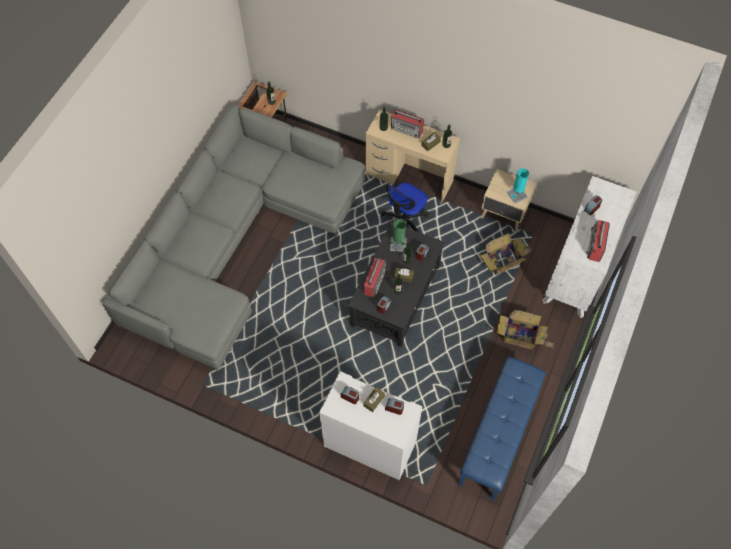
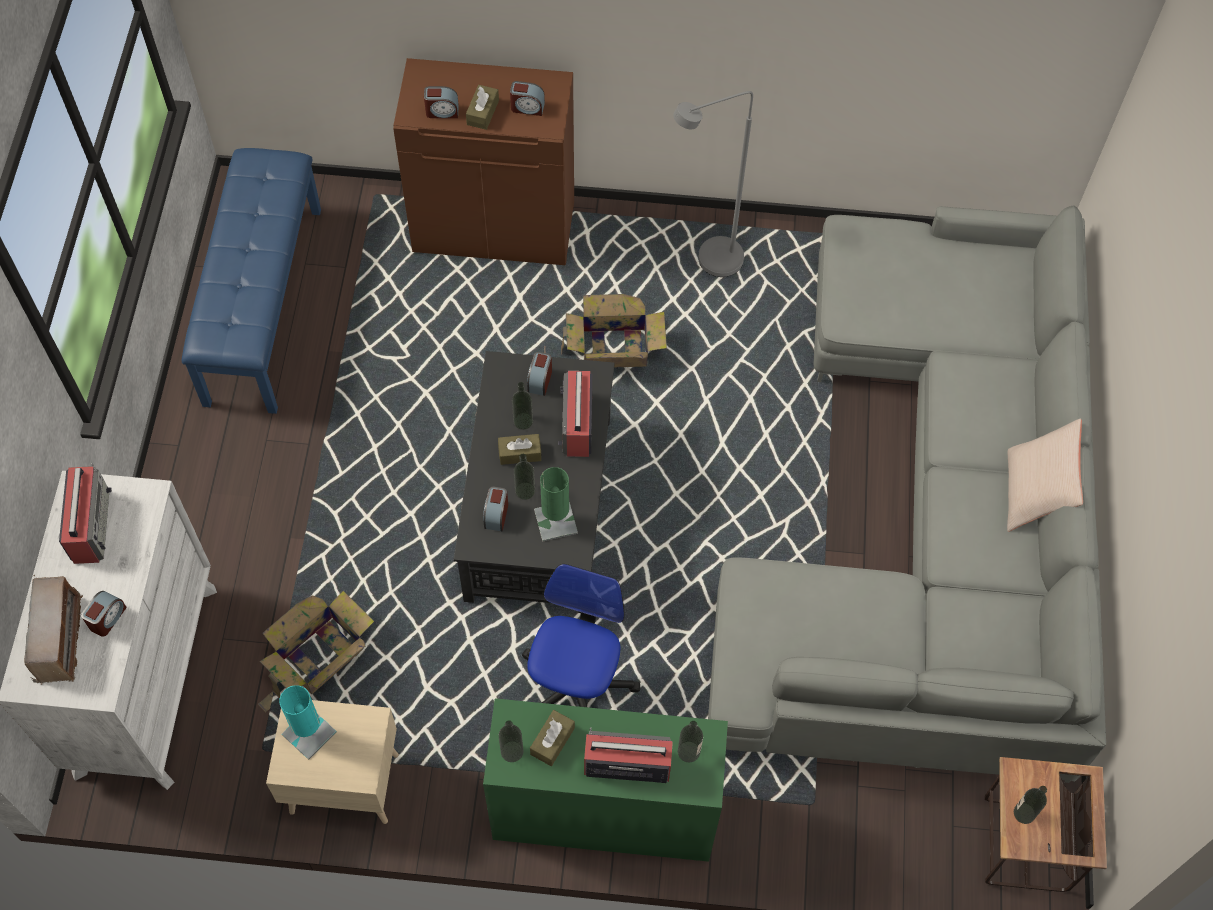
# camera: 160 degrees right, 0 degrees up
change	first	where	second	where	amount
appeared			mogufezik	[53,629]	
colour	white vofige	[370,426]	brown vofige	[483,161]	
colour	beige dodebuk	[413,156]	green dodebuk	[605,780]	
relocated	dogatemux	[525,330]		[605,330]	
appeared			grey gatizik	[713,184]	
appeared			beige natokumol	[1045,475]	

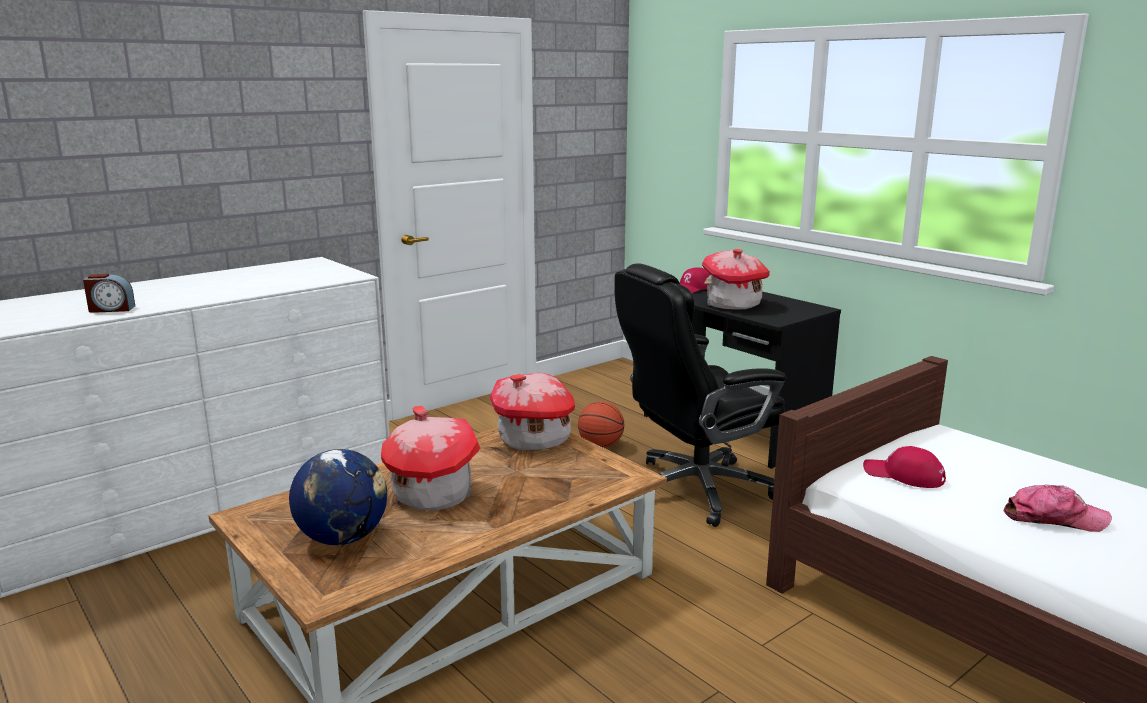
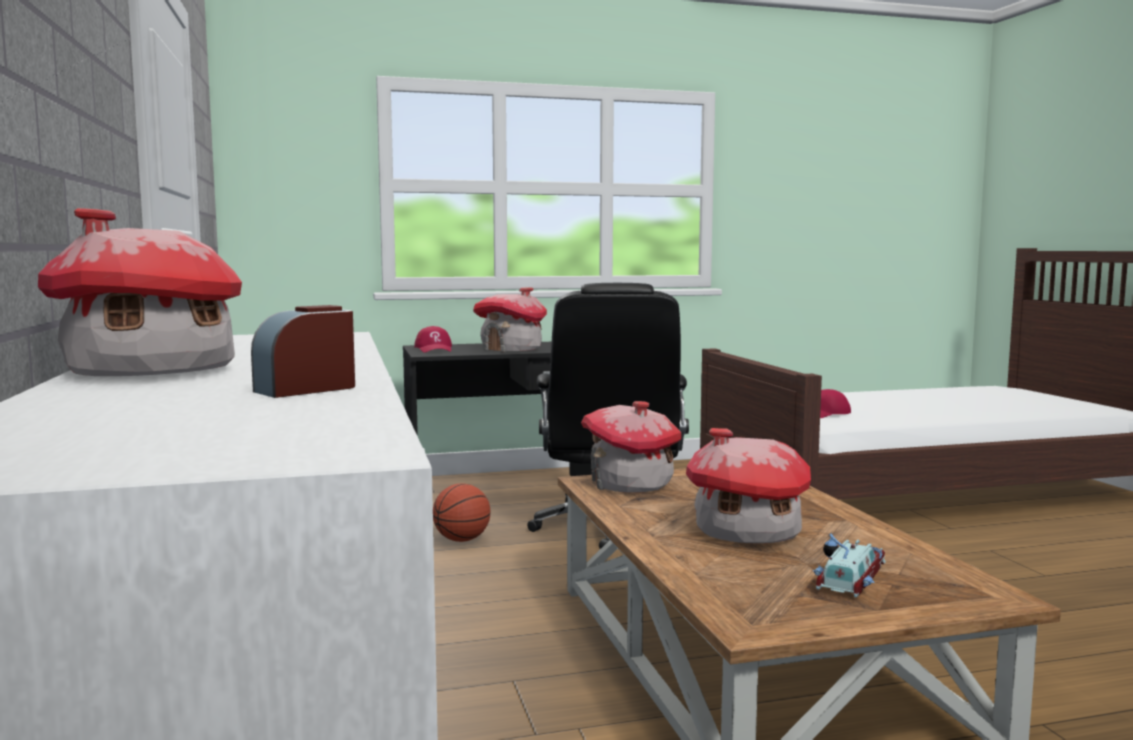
# camera: 65 degrees left, 10 degrees down
change	first	where	second	where	amount
appeared			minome	[140,292]	
spun	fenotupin	[109,293]		[303,351]	150 degrees counterclockwise
exchanged	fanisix	[338,497]	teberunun	[849,565]	
missing	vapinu	[1057,508]			

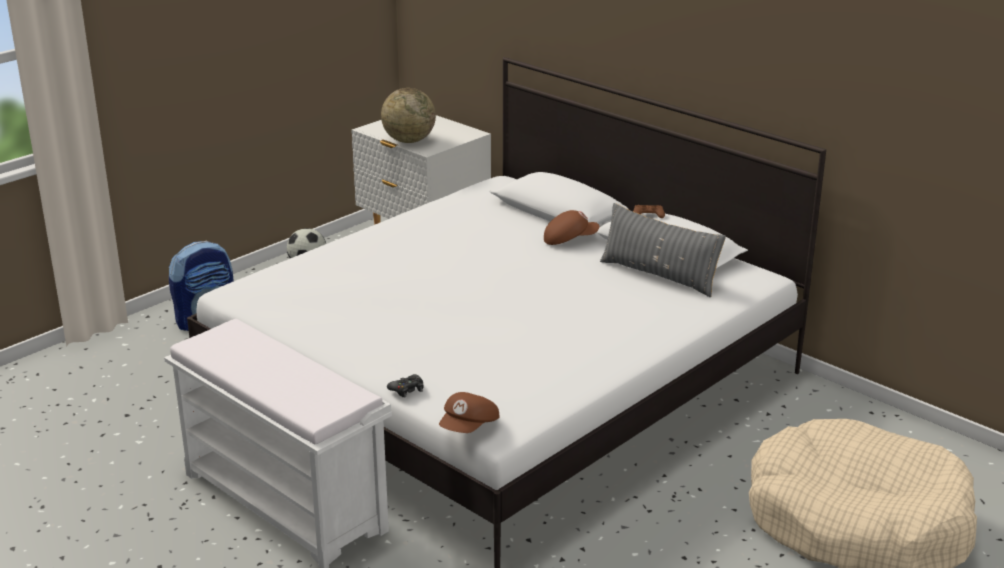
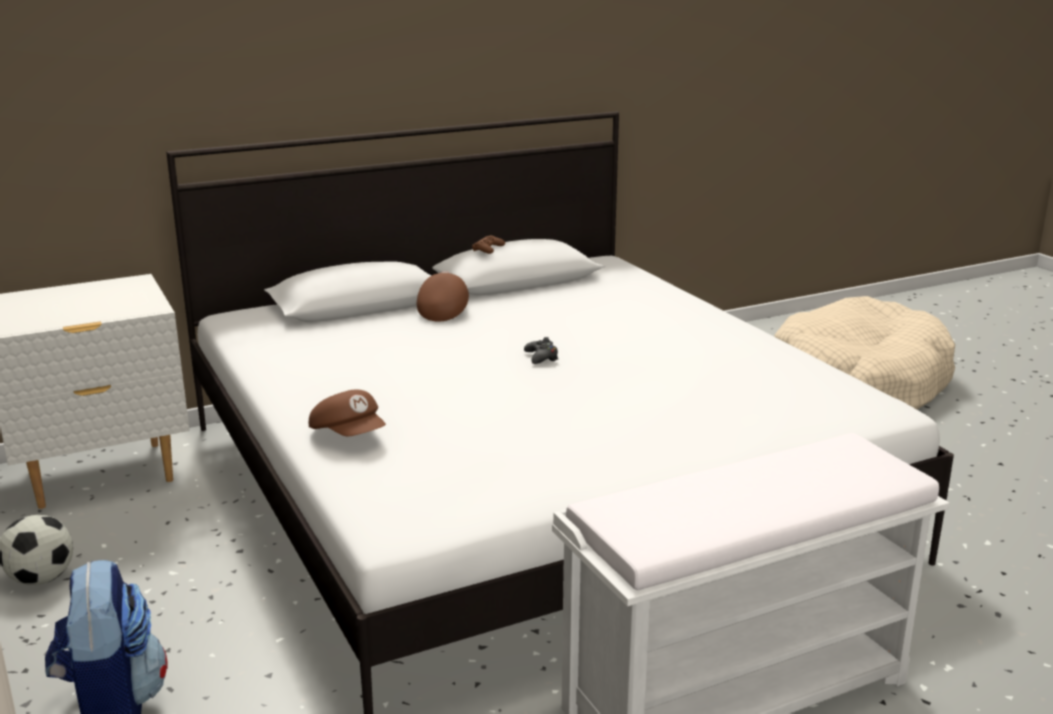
# camera: 70 degrees left, 5 degrees down
change	first	where	second	where	amount
relocated	brown vapinu	[469,412]		[347,412]	
relocated	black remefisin	[405,385]		[541,350]	
missing	fanisix	[408,115]			
missing	grey natokumol	[663,250]			

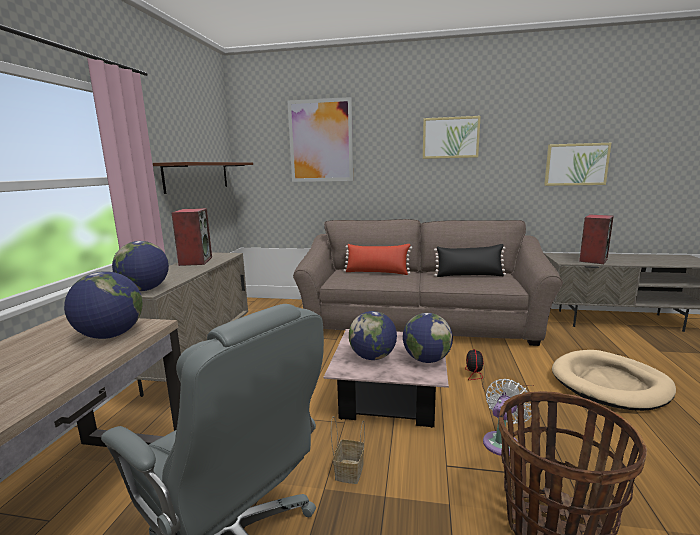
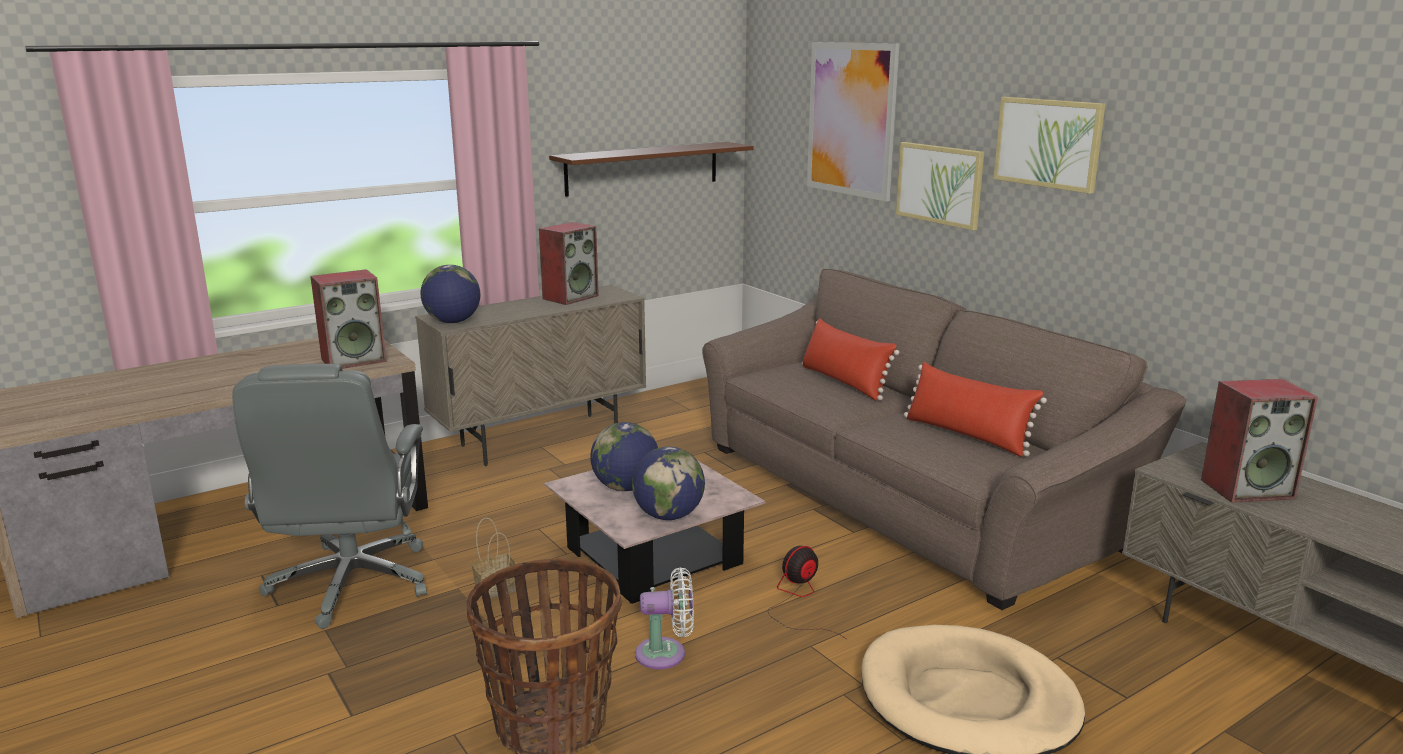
# camera: 45 degrees right, 5 degrees up
change	first	where	second	where	amount
exchanged	fanisix	[103,305]	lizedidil	[348,319]	
relocated	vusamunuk	[577,164]		[940,186]	
colour	black natokumol	[470,260]	red natokumol	[975,409]	

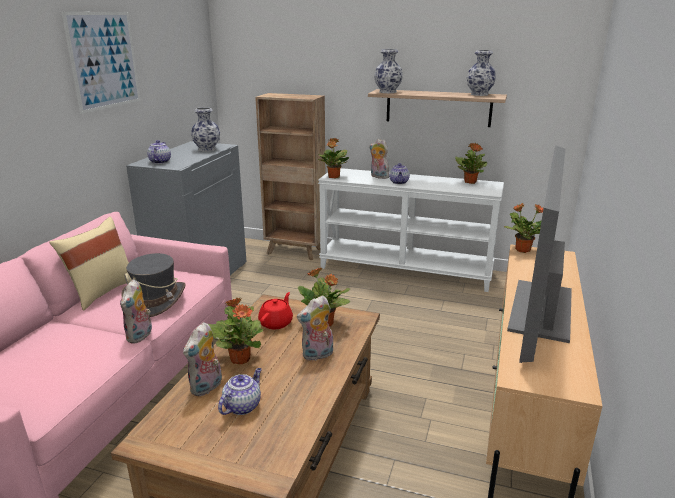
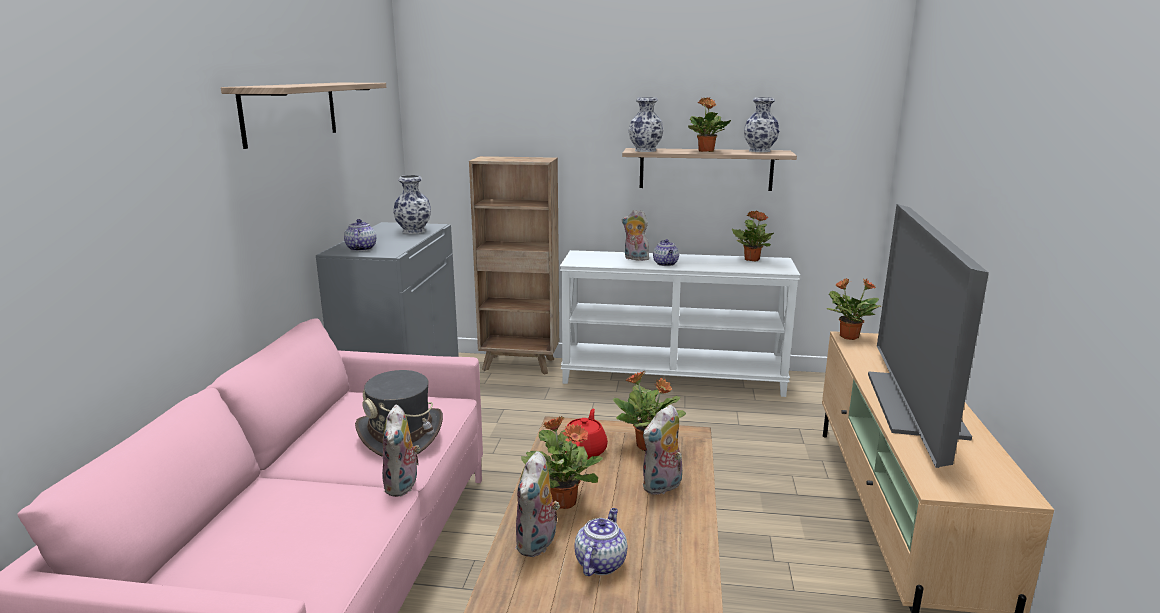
# camera: 10 degrees left, 5 degrees down
change	first	where	second	where	amount
exchanged	vusamunuk	[101,63]	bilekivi	[303,116]	
relocated	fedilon	[333,158]		[709,125]	
missing	beige natokumol	[89,263]			

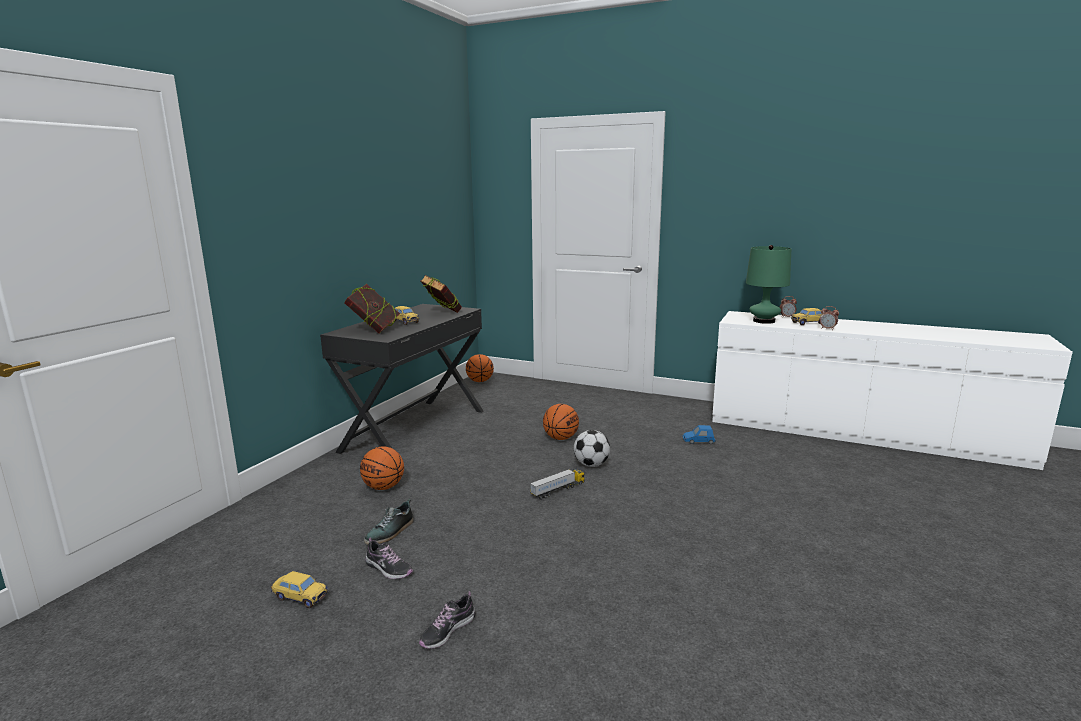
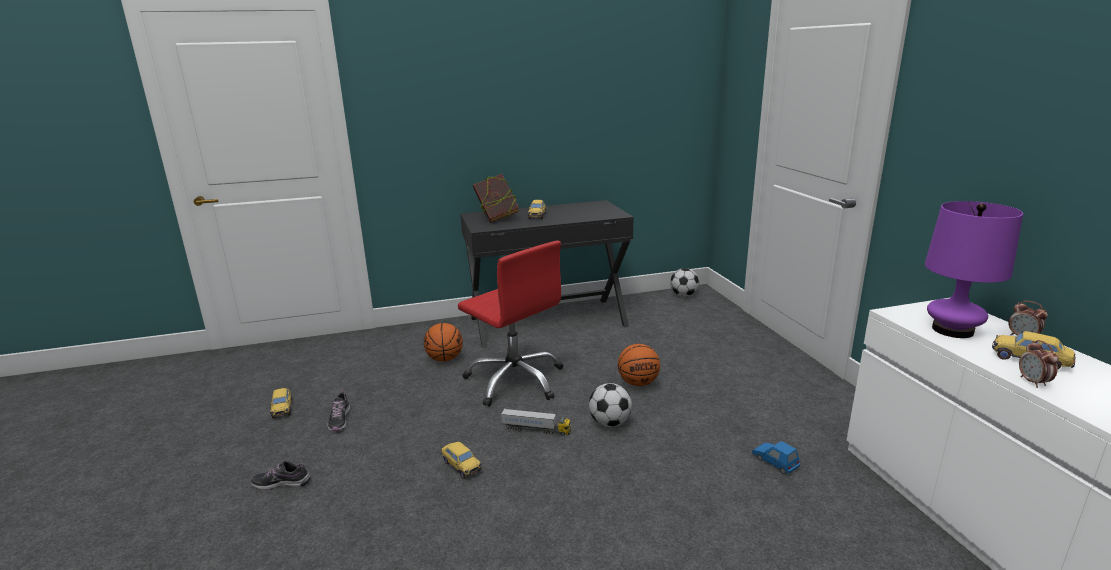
# camera: 50 degrees right, 5 degrees up
change	first	where	second	where	amount
appeared			teberunun	[461,460]	
appeared			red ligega	[510,324]	
exchanged	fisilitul	[480,368]	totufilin	[684,282]	
colour	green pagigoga	[768,284]	purple pagigoga	[974,269]	
missing	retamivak	[388,522]			
missing	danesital	[441,294]			

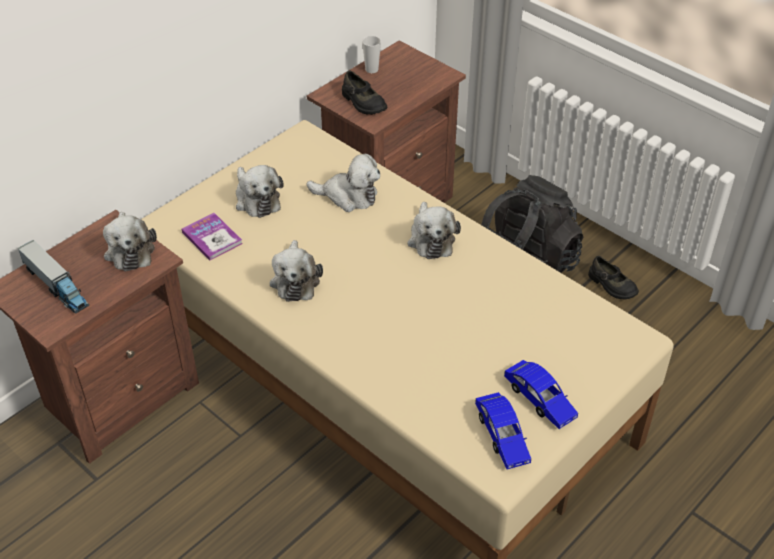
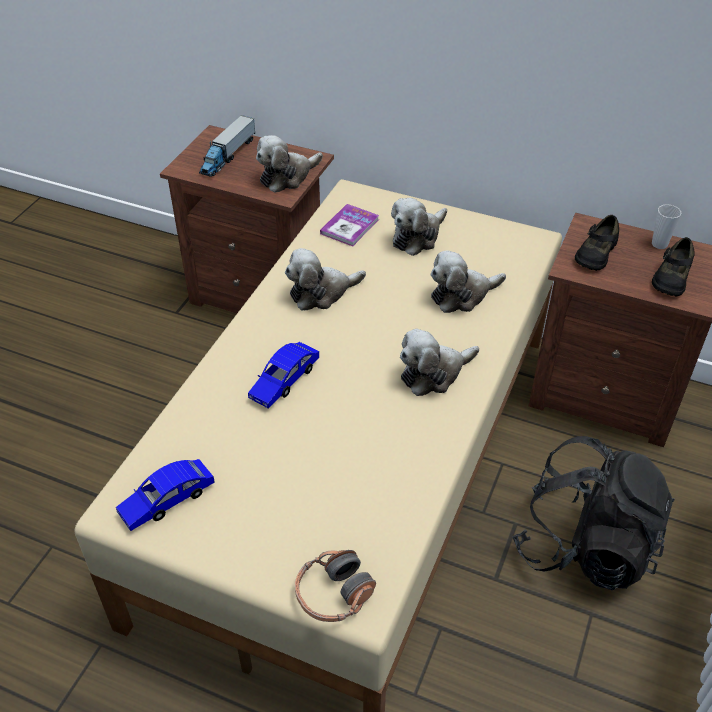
# camera: 70 degrees right, 0 degrees up
change	first	where	second	where	amount
relocated	blue teberunun	[541,394]		[283,375]	
appeared			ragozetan	[335,586]	
spun	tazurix	[343,183]		[468,281]	75 degrees clockwise
relocated	black retamivak	[613,278]		[673,266]	

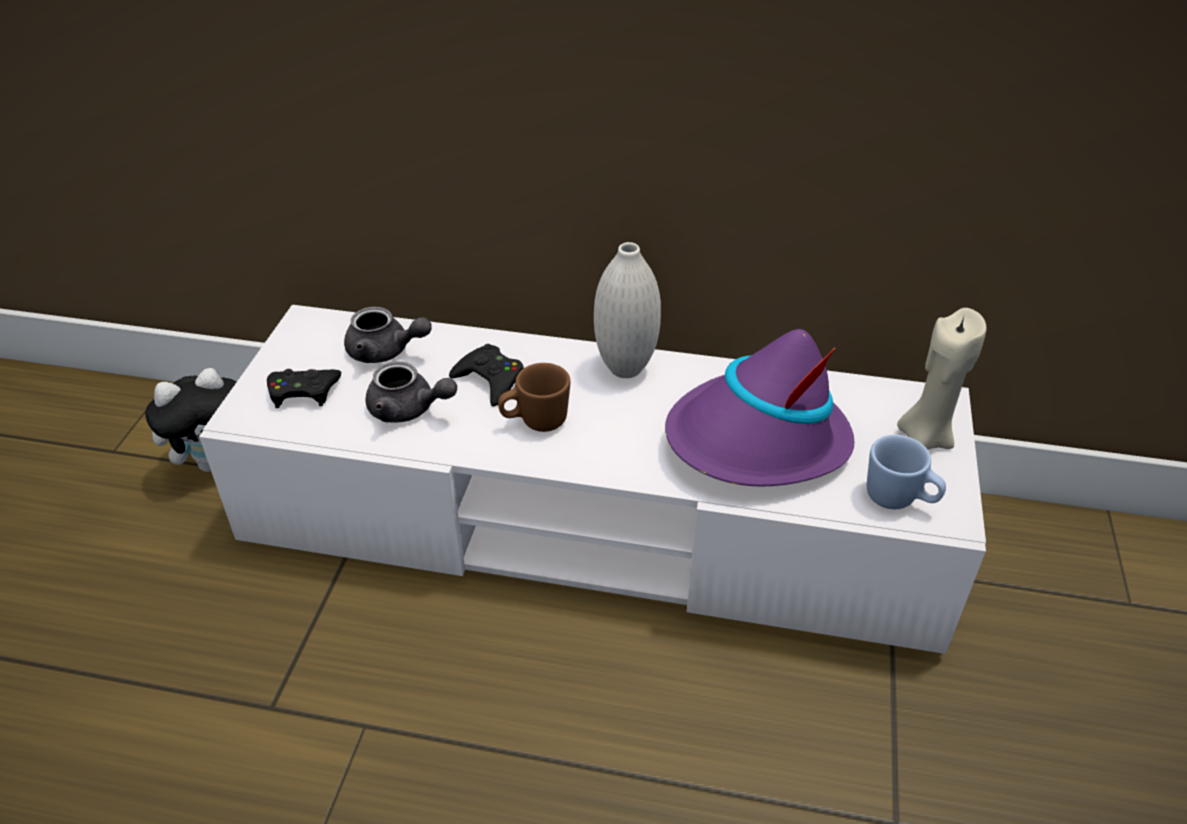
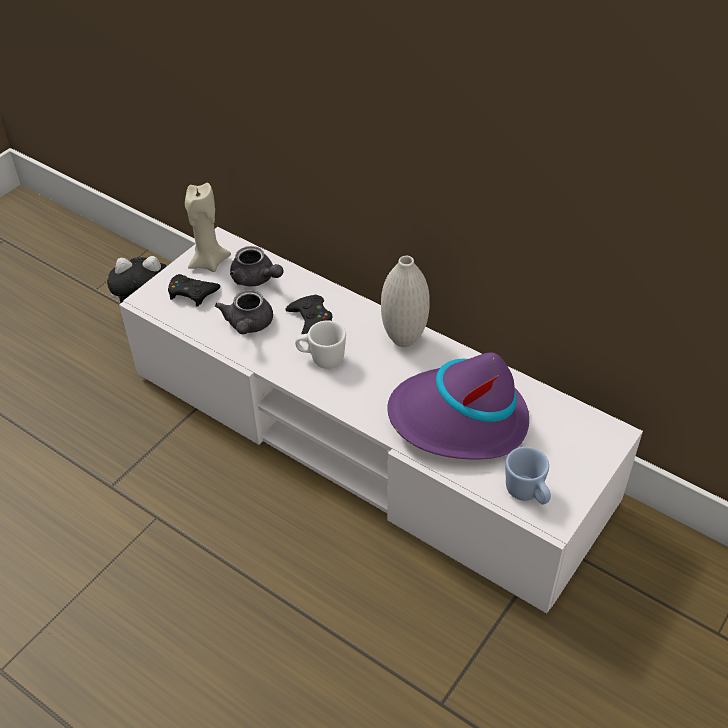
# camera: 25 degrees right, 5 degrees up
change	first	where	second	where	amount
relocated	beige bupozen	[941,379]		[208,227]	
spun	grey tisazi	[411,391]		[244,312]	45 degrees clockwise
colour	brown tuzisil	[534,397]	white tuzisil	[320,344]	

